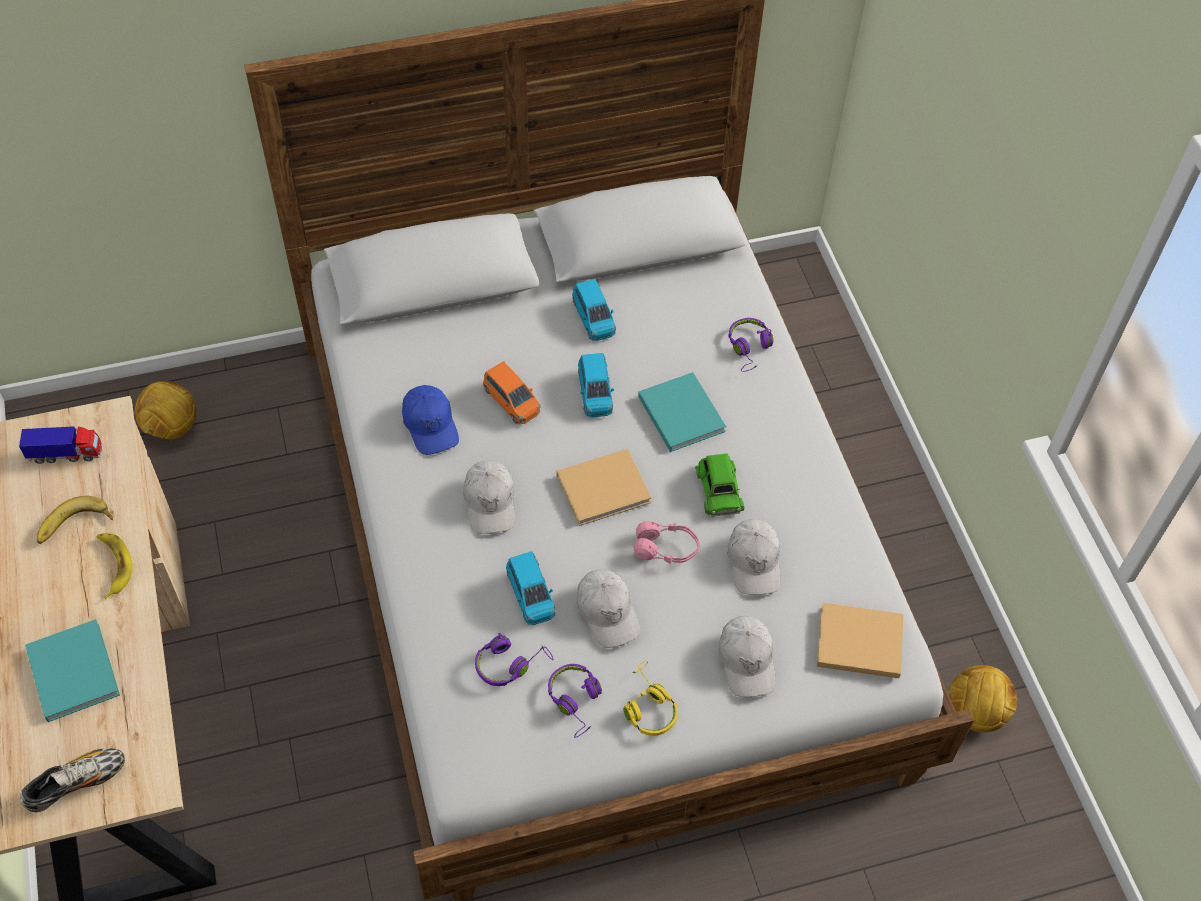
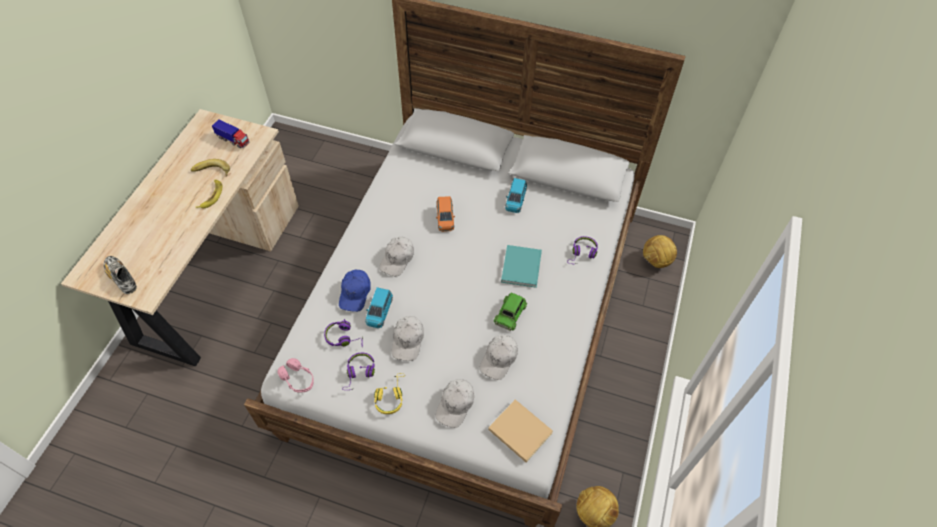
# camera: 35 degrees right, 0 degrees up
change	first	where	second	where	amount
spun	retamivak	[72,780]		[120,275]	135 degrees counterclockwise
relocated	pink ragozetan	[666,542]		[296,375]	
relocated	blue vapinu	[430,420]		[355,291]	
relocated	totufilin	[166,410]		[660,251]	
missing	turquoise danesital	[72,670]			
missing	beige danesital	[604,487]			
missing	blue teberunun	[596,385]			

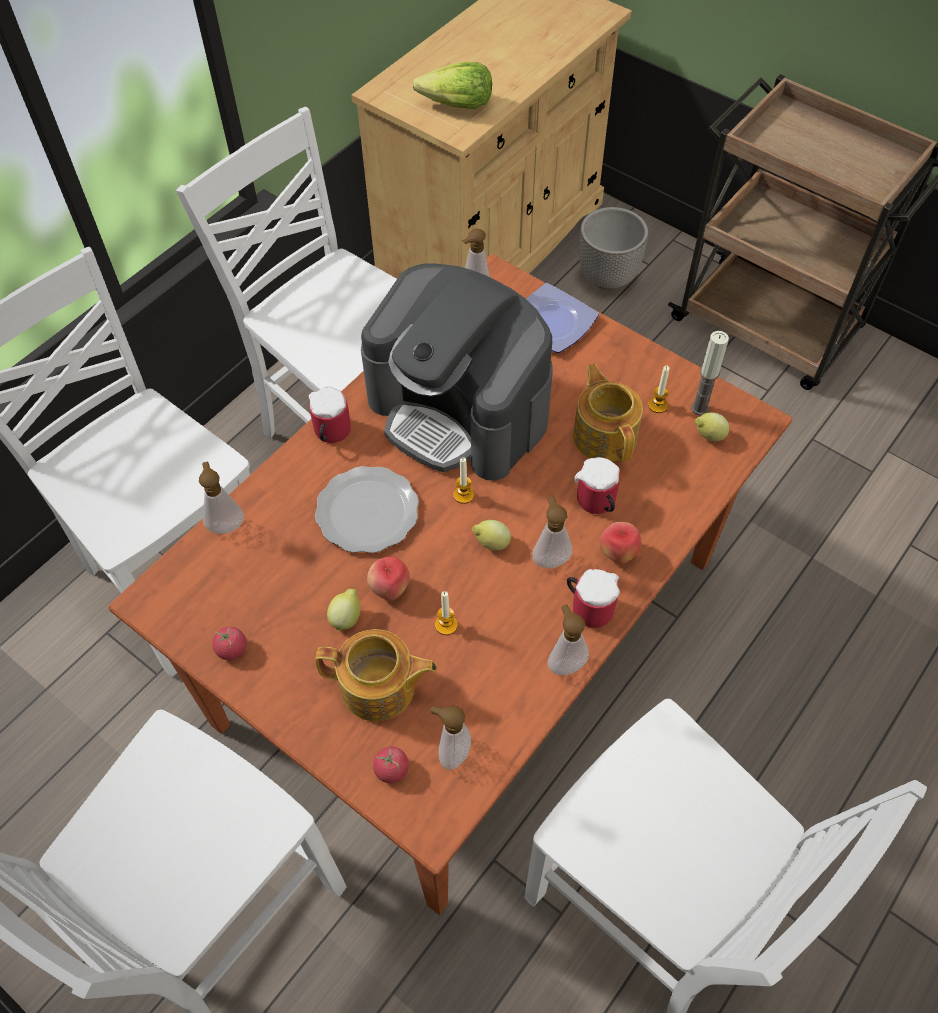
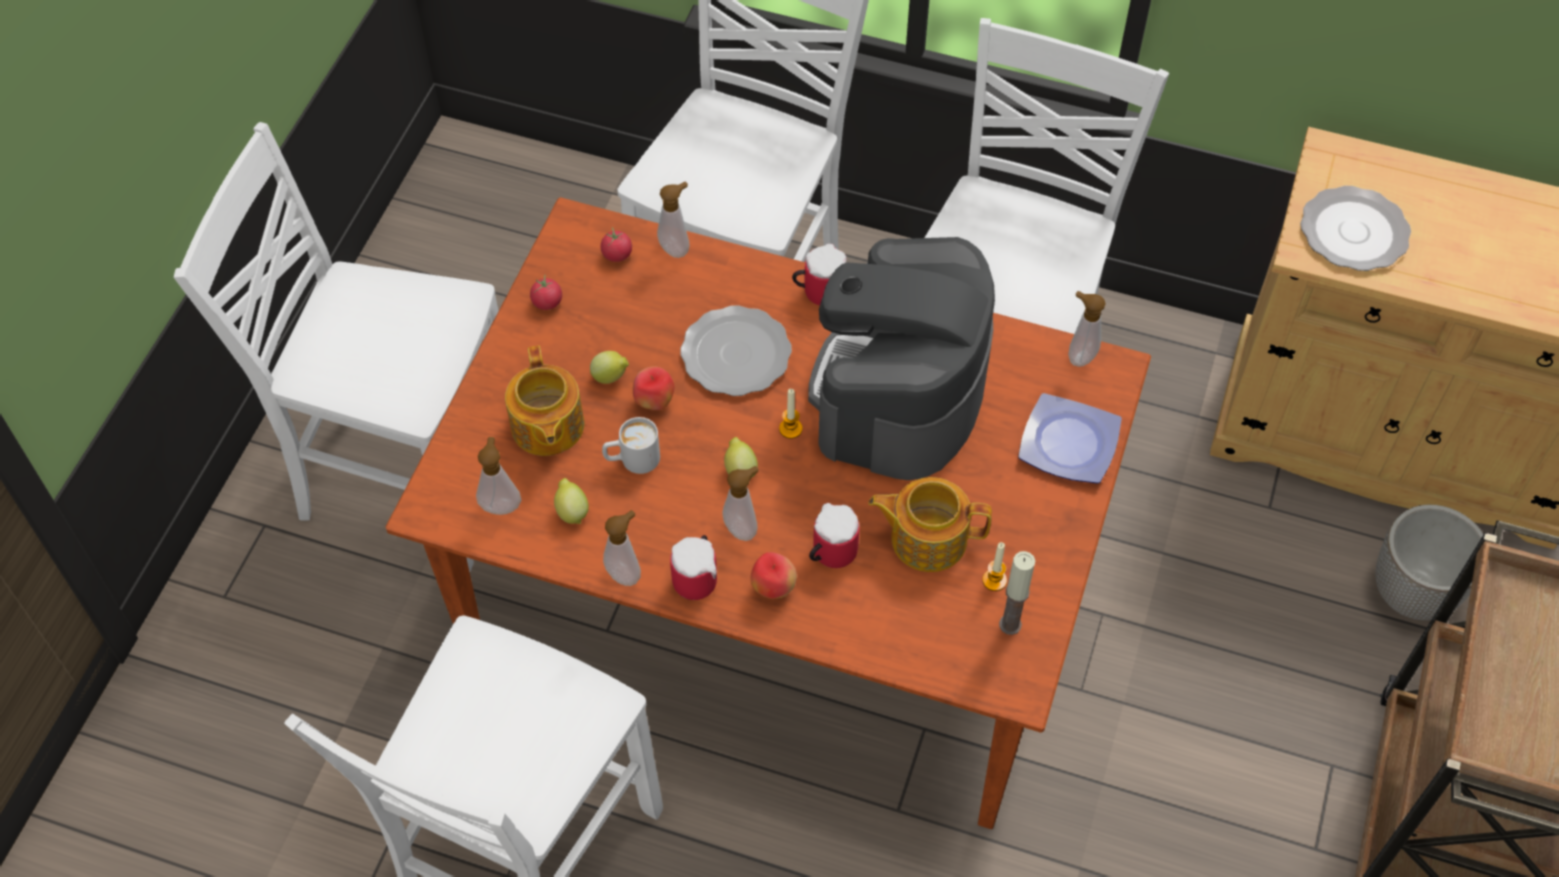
# camera: 70 degrees right, 0 degrees up
change	first	where	second	where	amount
relocated	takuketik	[712,426]		[571,501]	
relocated	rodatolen	[391,764]		[616,244]	
exchanged	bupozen	[446,613]	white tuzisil	[631,445]	
spun	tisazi	[608,413]		[930,524]	135 degrees counterclockwise
exchanged	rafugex	[452,85]	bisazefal	[1355,228]	

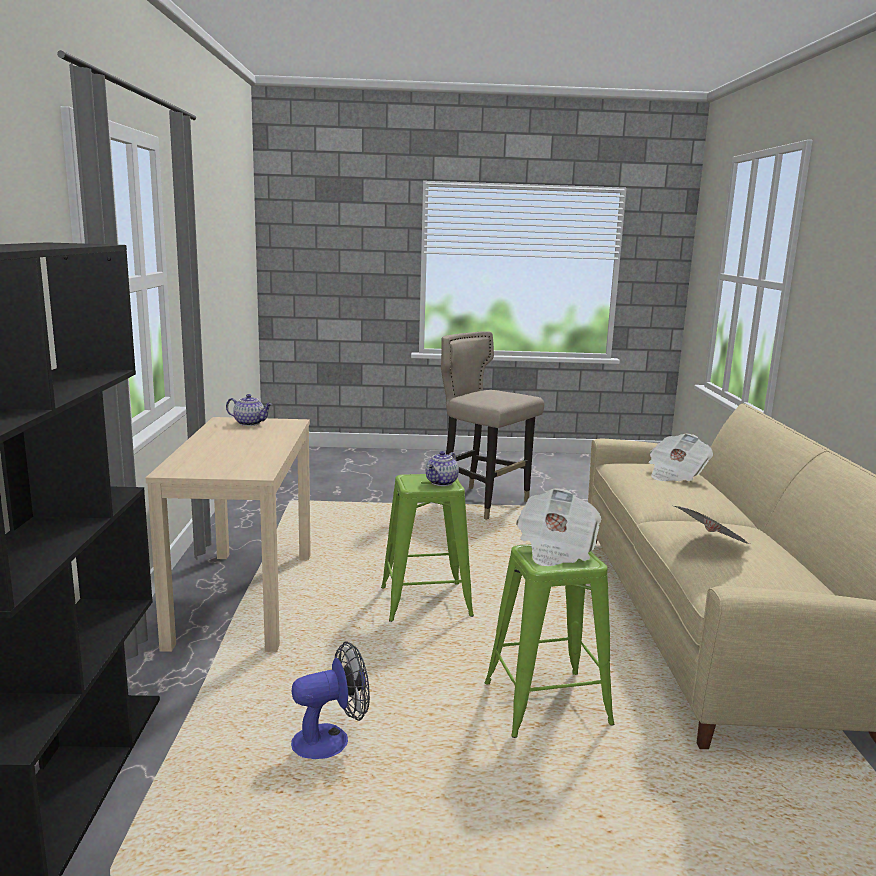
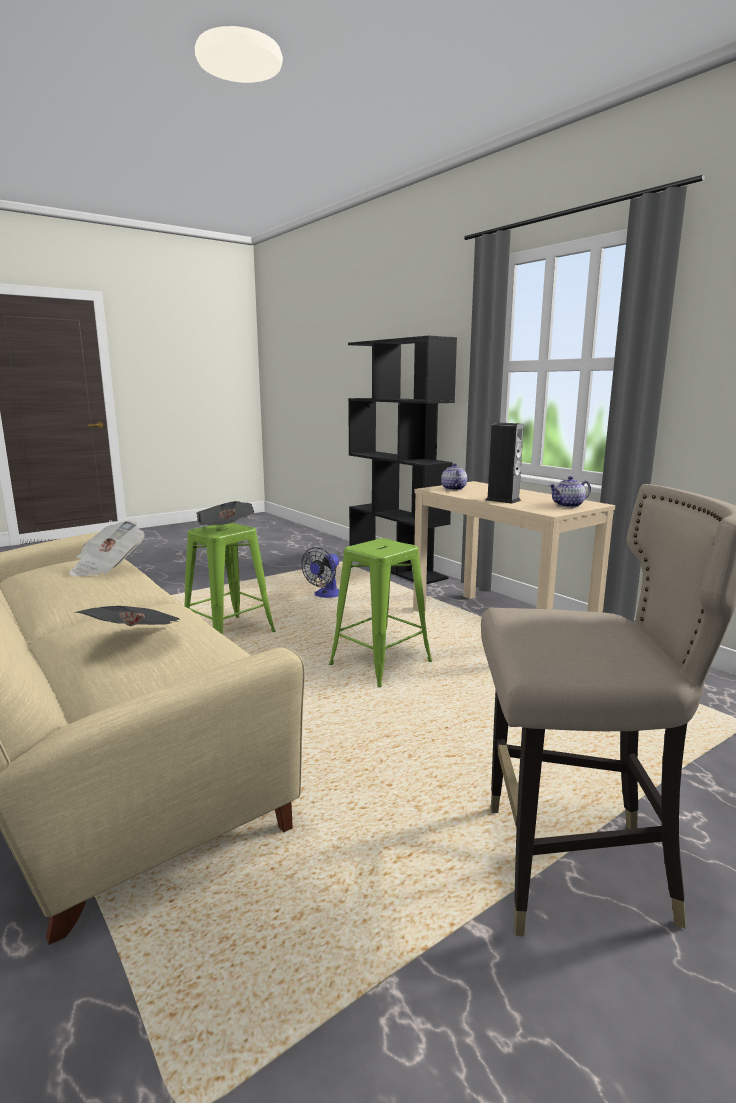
# camera: 145 degrees right, 0 degrees up
change	first	where	second	where	amount
relocated	tisazi	[442,468]		[454,476]	
appeared			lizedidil	[505,463]	

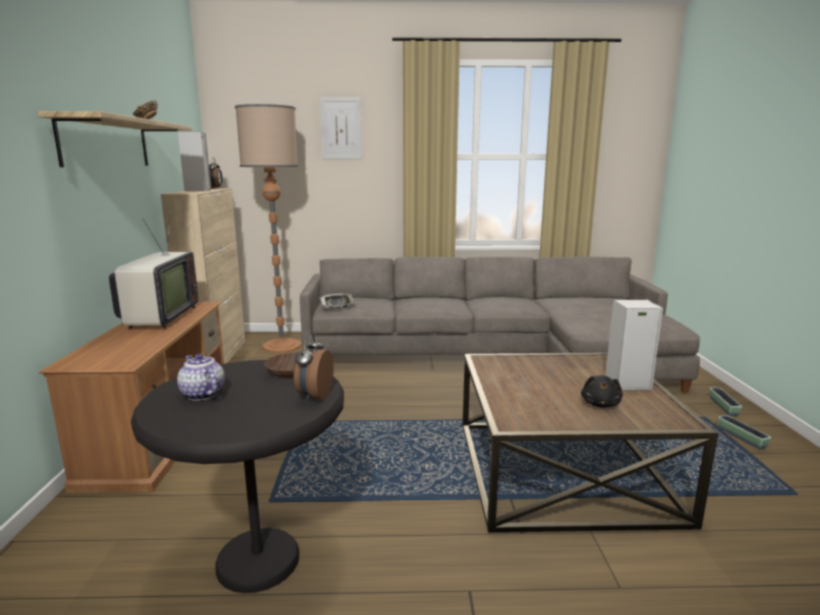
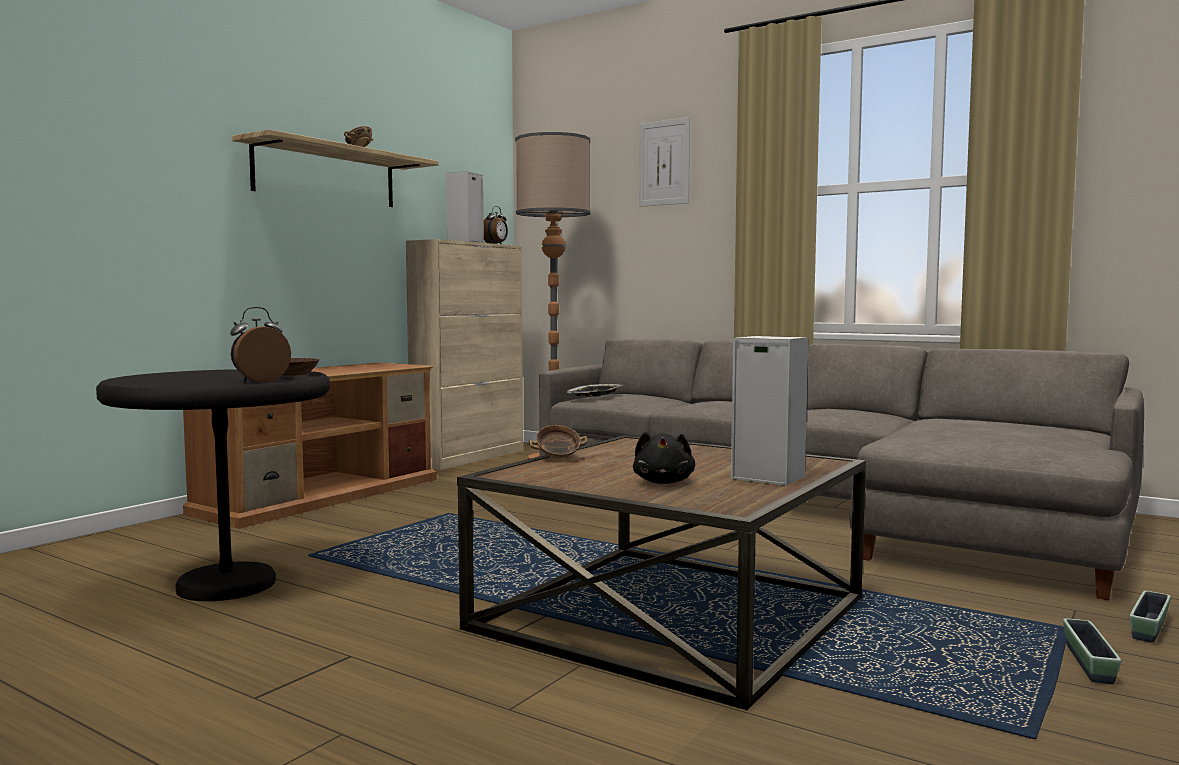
# camera: 35 degrees right, 10 degrees down
change	first	where	second	where	amount
appeared			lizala	[558,442]	
spun	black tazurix	[602,391]		[664,458]	45 degrees counterclockwise
missing	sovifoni	[153,269]			
missing	tisazi	[201,377]			

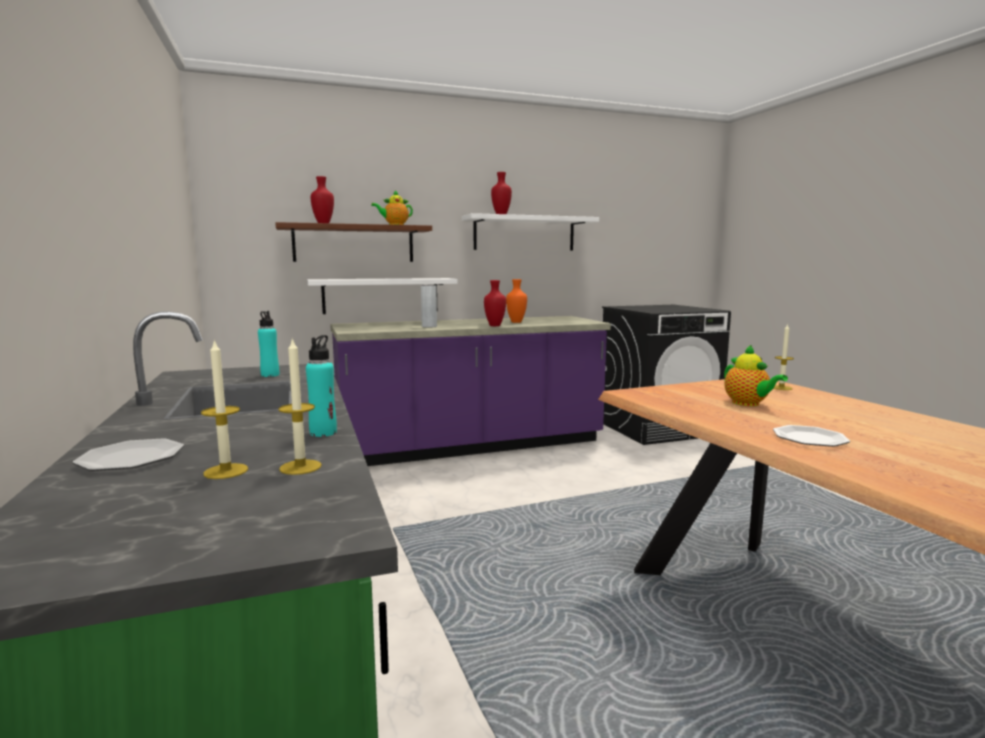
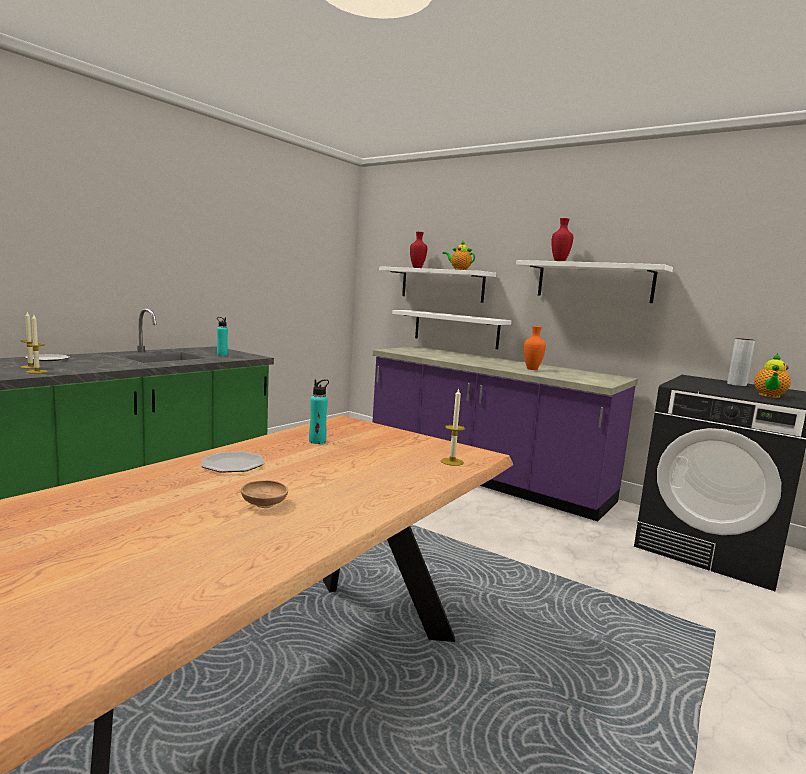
# camera: 55 degrees right, 0 degrees up
change	first	where	second	where	amount
appeared			brown lizala	[264,494]	
relocated	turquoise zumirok	[321,386]		[319,411]	
colour	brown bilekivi	[353,242]	white bilekivi	[437,284]	
relocated	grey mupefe	[429,306]		[741,362]	
relocated	tisazi	[756,375]		[772,375]	
missing	red mupefe	[495,303]			

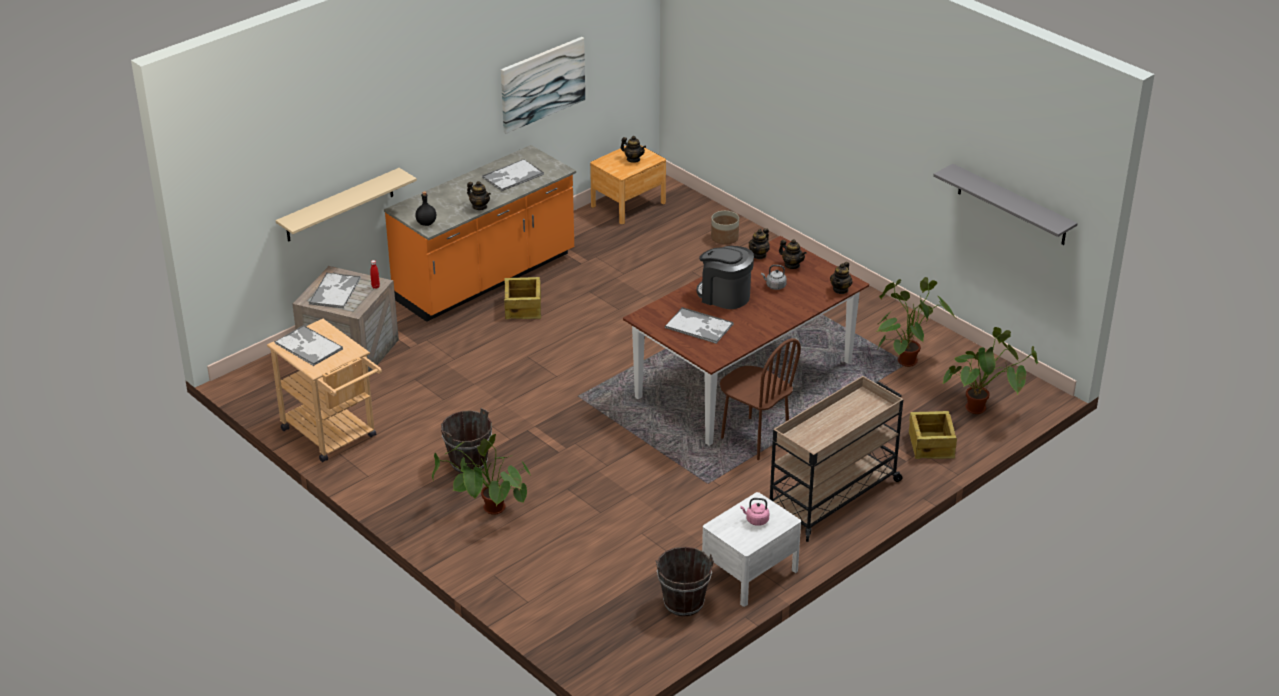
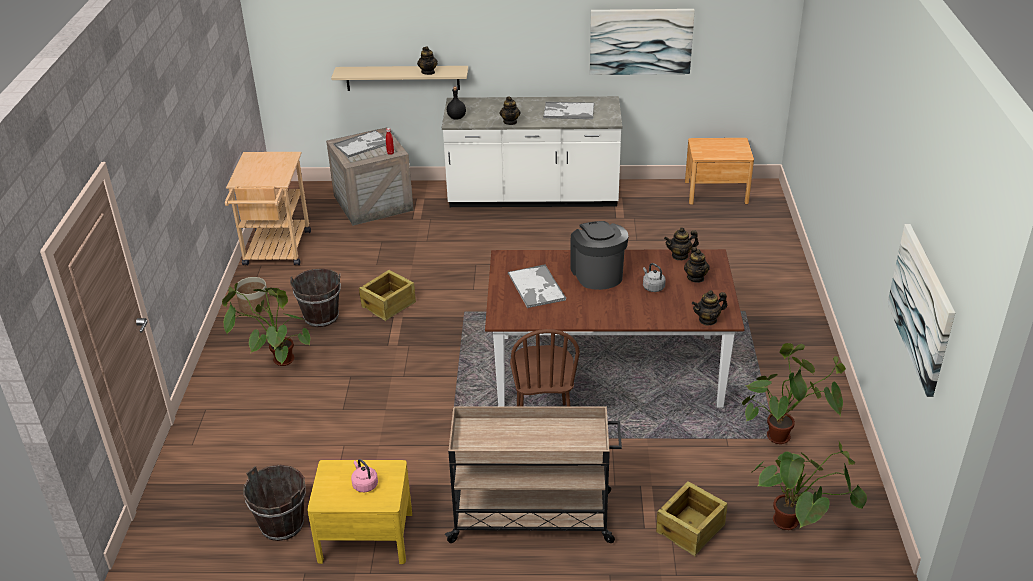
# camera: 45 degrees right, 0 degrees up
change	first	where	second	where	amount
relocated	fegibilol	[725,228]		[253,295]	
colour	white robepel	[751,549]	yellow robepel	[359,512]	
relocated	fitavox	[522,298]		[387,295]	
relocated	tisazi	[633,149]		[427,60]	
colour	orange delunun	[480,233]	white delunun	[532,151]	
exchanged	grey bilekivi	[1005,204]	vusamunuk	[921,310]	
missing	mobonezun	[308,345]			

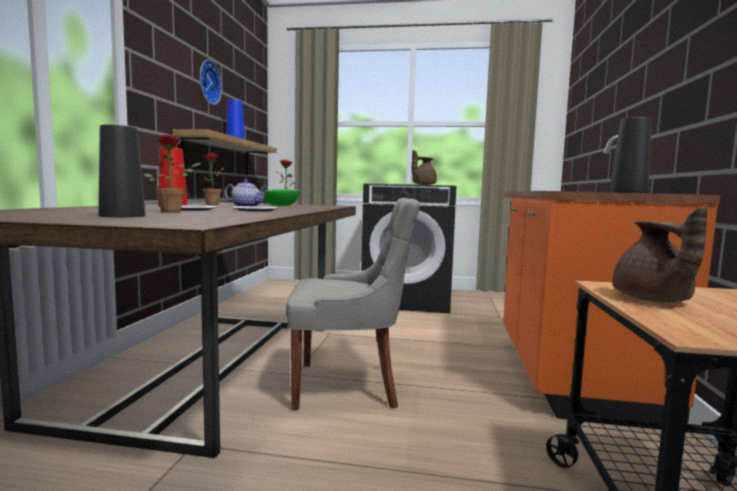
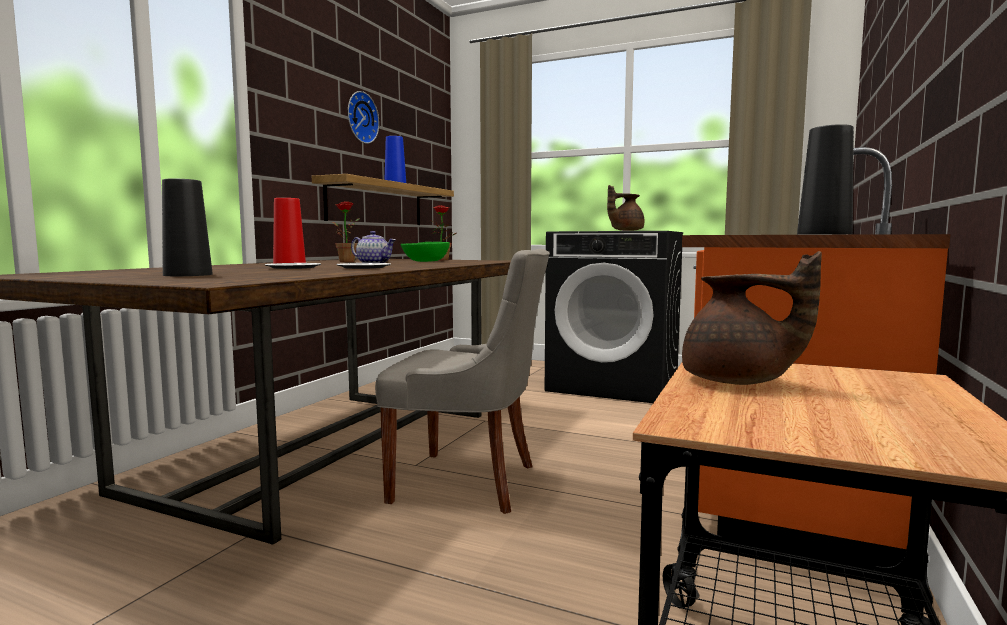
# camera: 15 degrees right, 0 degrees up
change	first	where	second	where	amount
spun	brown tisazi	[660,254]		[752,318]	75 degrees counterclockwise
missing	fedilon	[172,174]			

